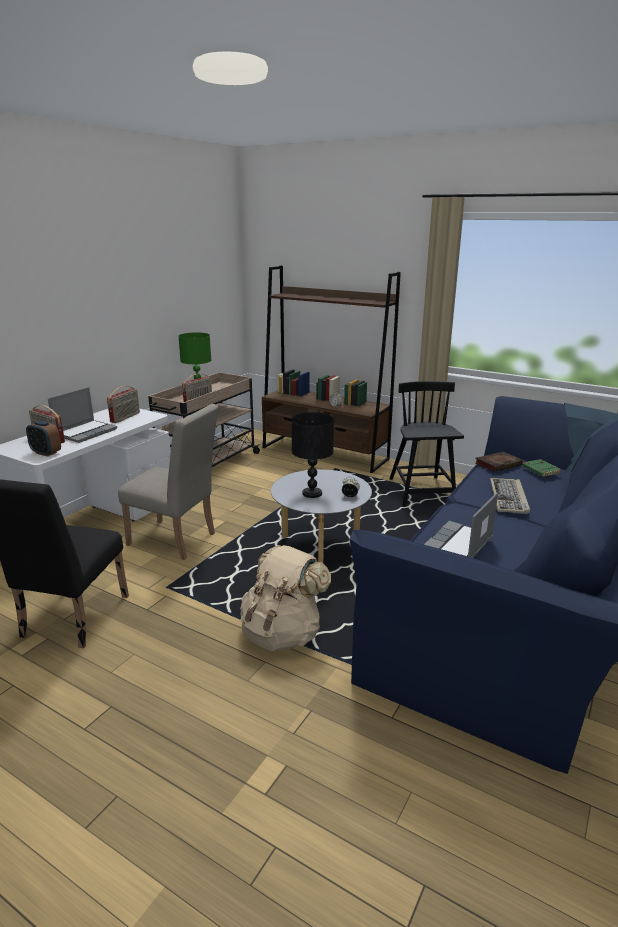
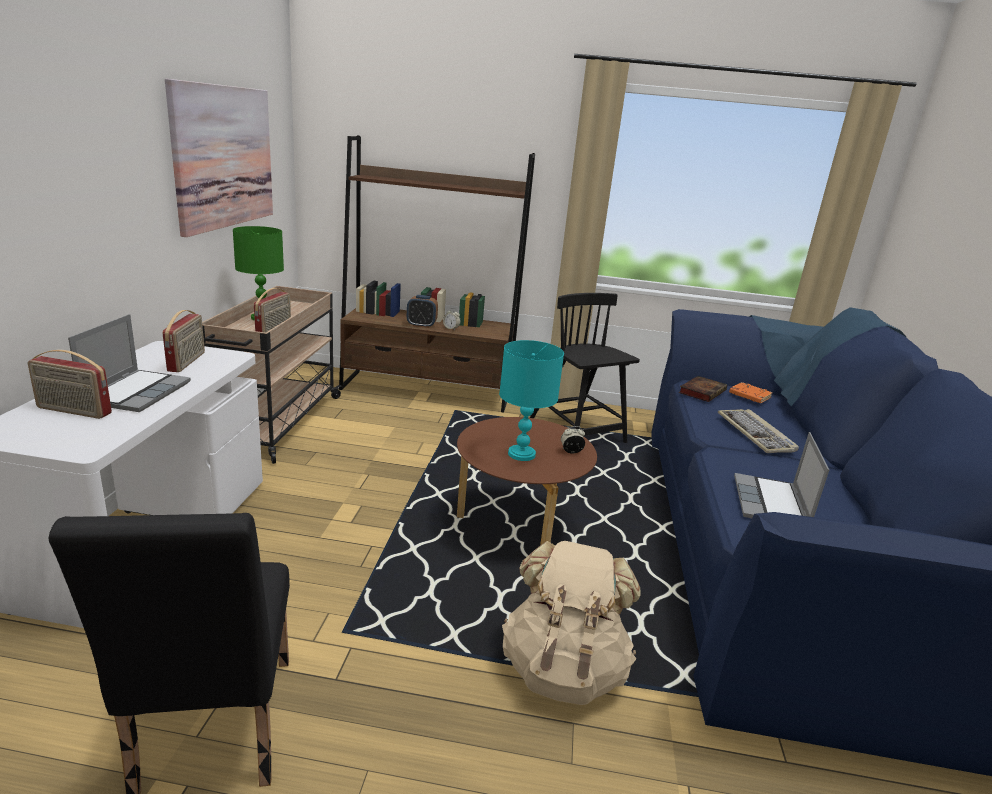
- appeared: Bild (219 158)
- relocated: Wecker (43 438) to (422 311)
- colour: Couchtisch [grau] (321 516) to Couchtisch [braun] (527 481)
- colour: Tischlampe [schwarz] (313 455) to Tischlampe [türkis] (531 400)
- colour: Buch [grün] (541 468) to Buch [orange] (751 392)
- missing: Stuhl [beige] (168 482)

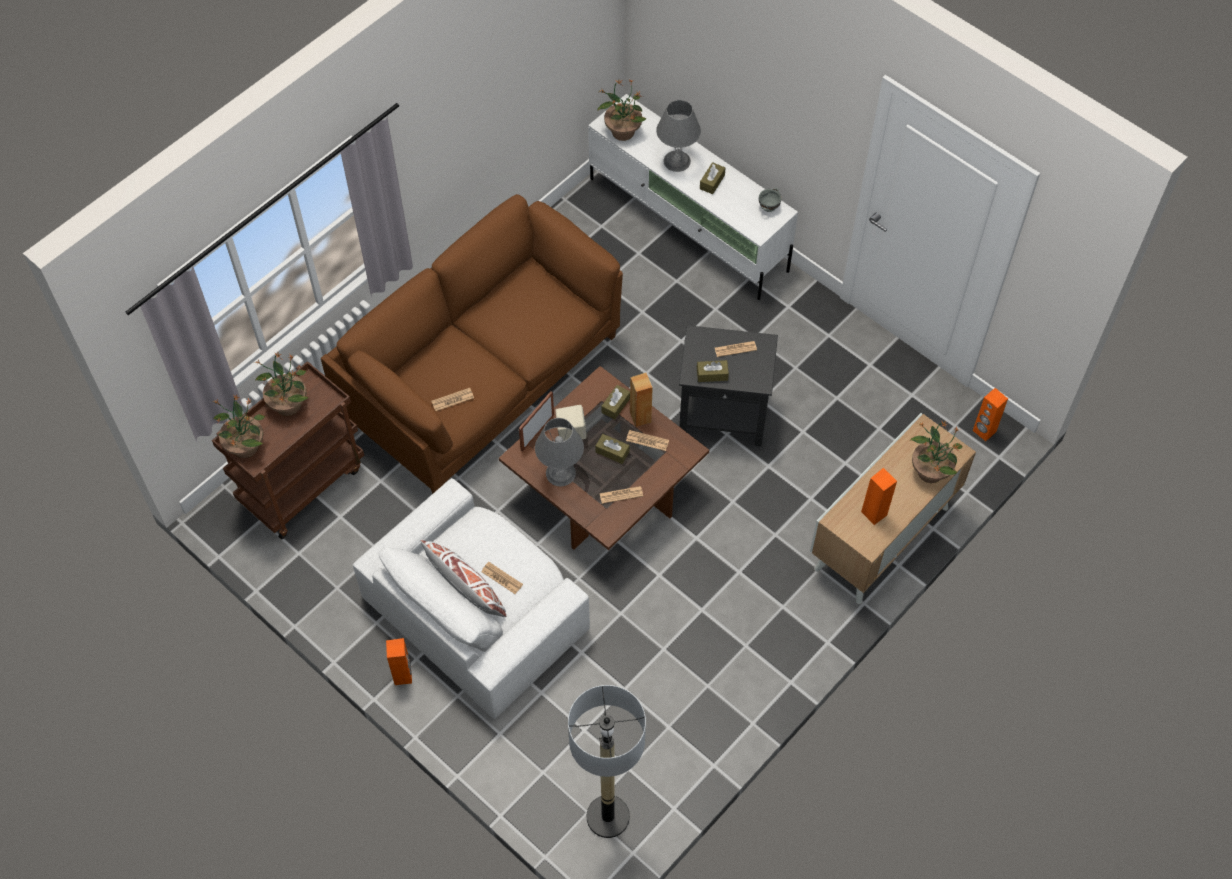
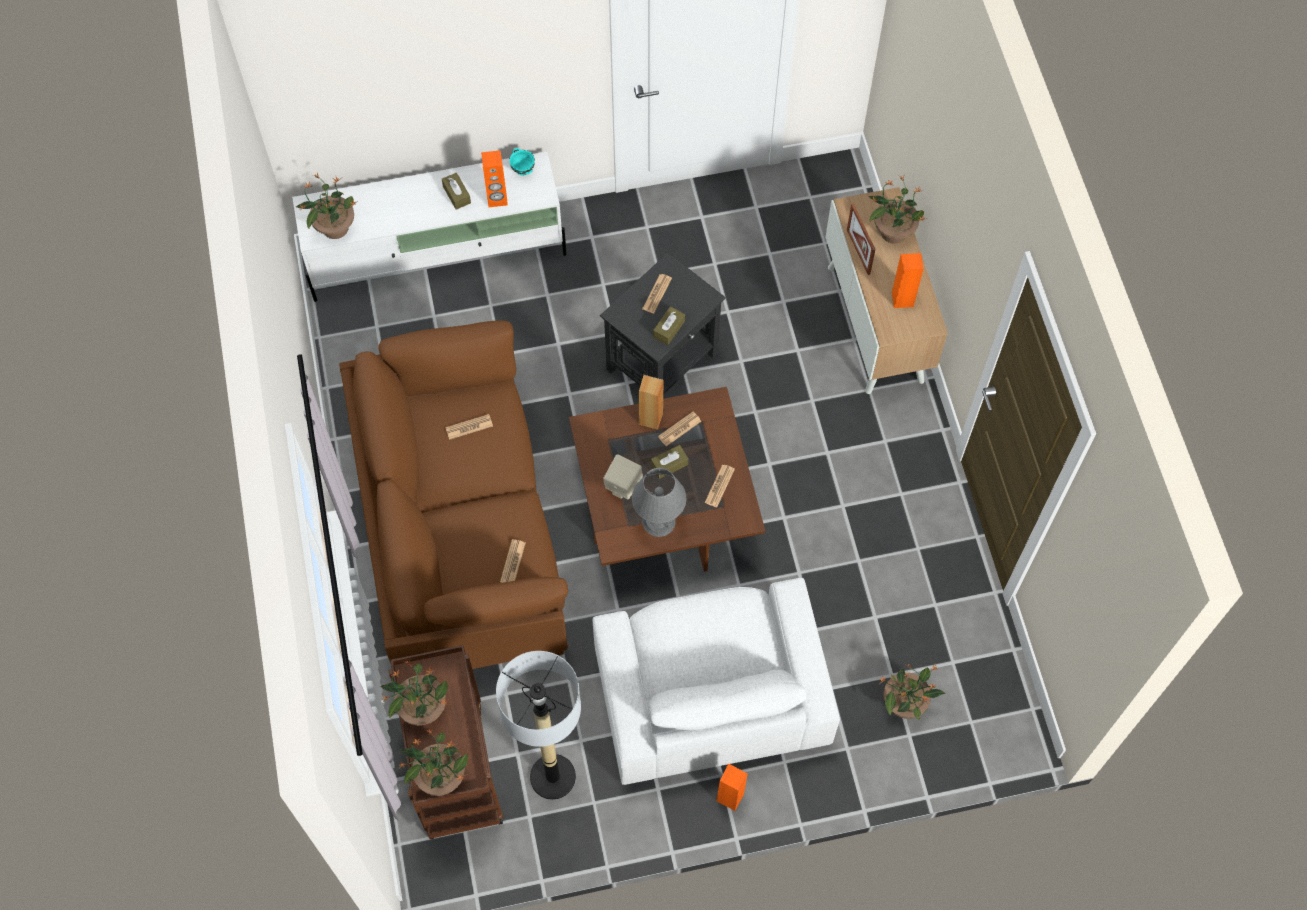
- relocated: Zeitung (502 578) to (469 427)
- relocated: Lautsprecher [orange] (990 414) to (494 178)
- relocated: Stehlampe (607 761) to (538 725)
- colour: Schüssel [grau] (770 200) to Schüssel [türkis] (522 161)
- relocated: Bilderrahmen (536 421) to (861 239)
- appeared: Topfpflanze (912 691)
- missing: Kissen [weiß] (463 578)
- missing: Taschentuchbox [braun] (615 402)
- missing: Tischlampe [grau] (678 136)

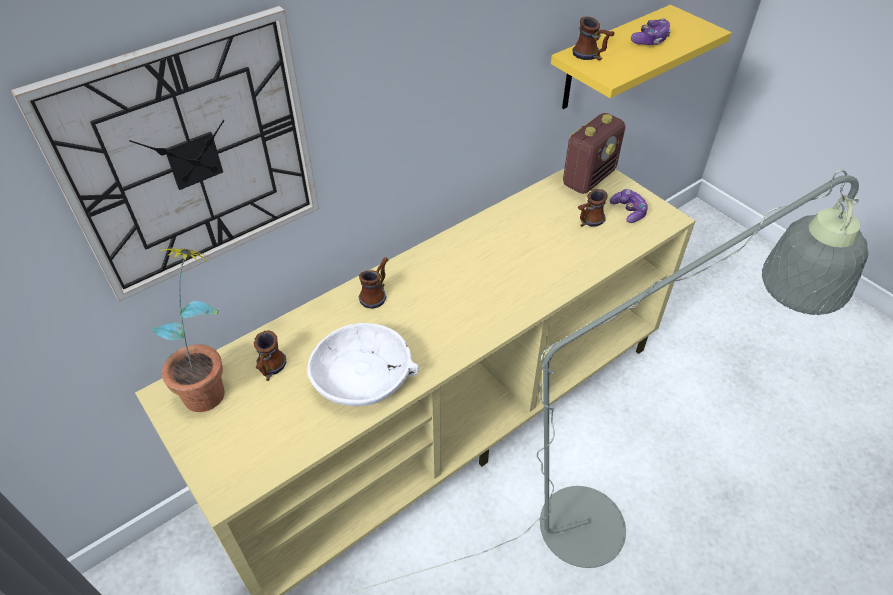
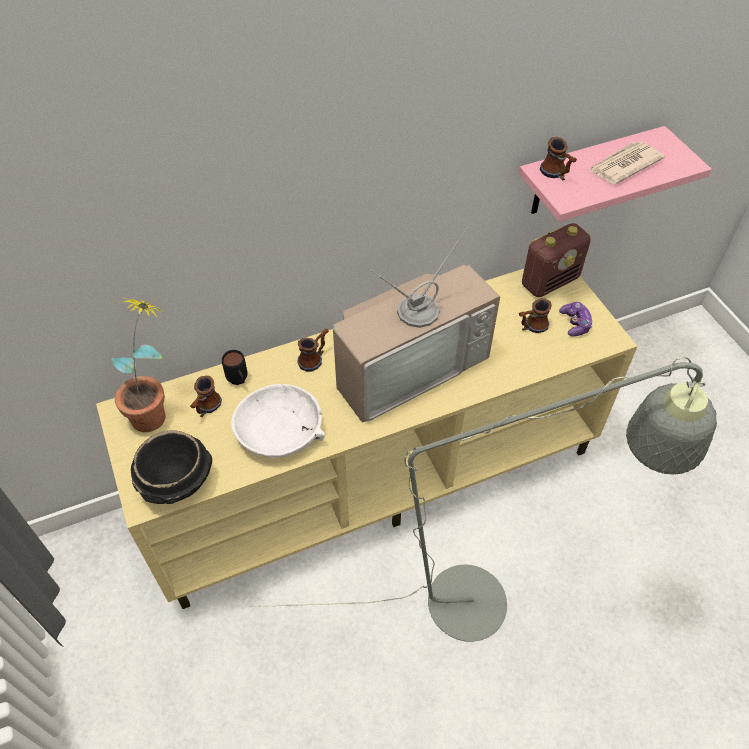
- appeared: Schüssel [schwarz] (171 467)
- appeared: Henkelbecher [schwarz] (235 367)
- appeared: Fernseher (416 325)
- colour: Wandregal [gelb] (641 57) to Wandregal [rosa] (615 174)
- exchanged: Gamepad (651 31) to Zeitung (627 162)
- missing: Wanduhr (165 154)

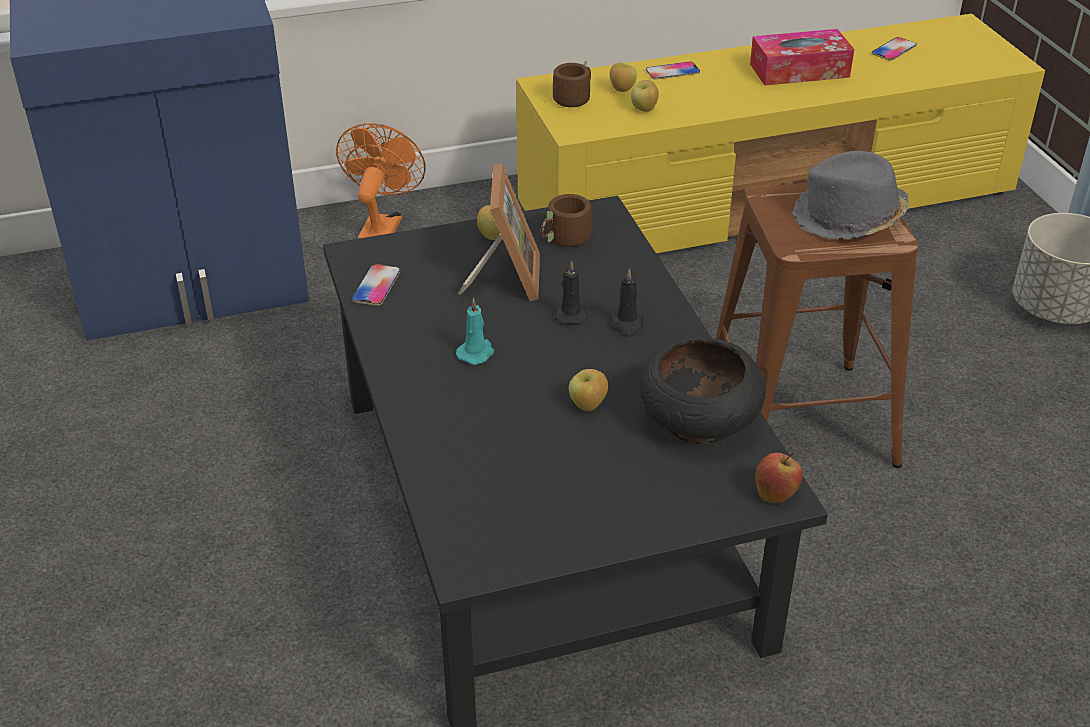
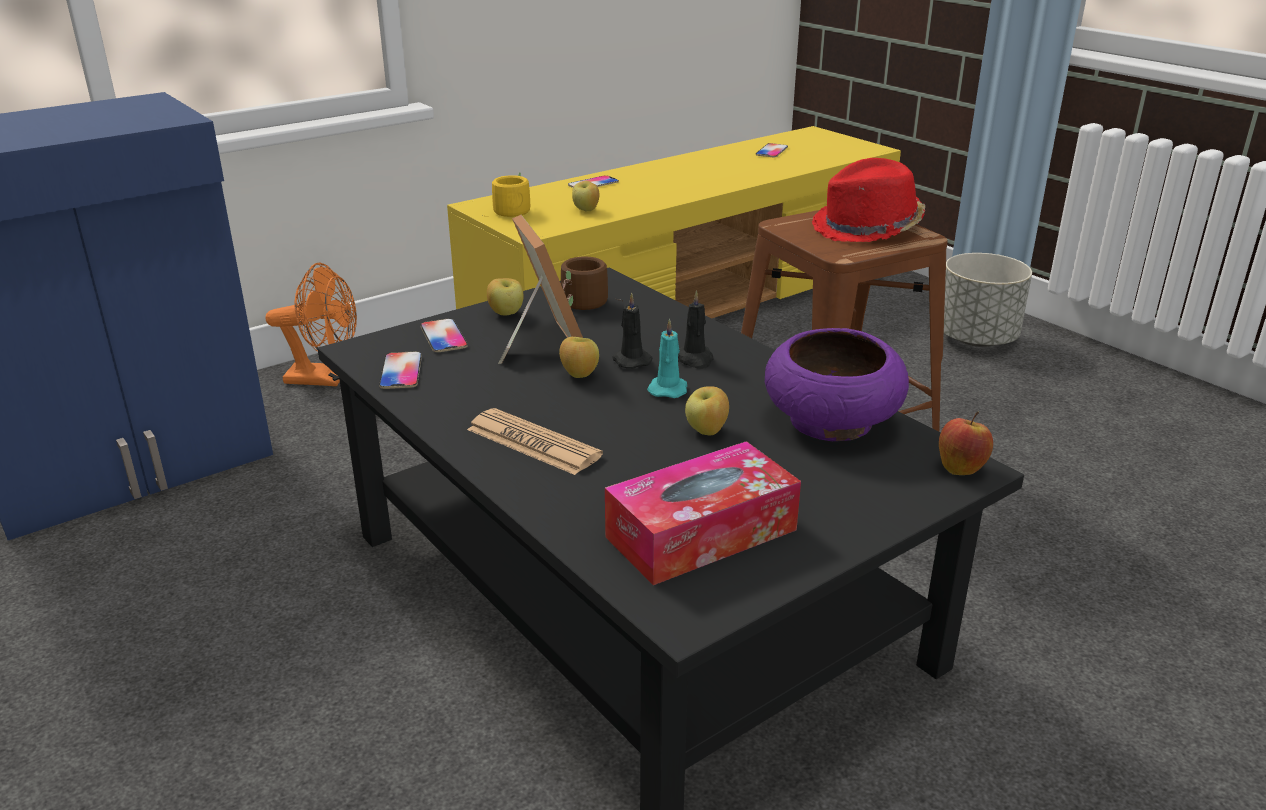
- spun: Ventilator [orange] (381 181) = (311 324) 105 degrees clockwise
- appeared: Handy (444 335)
- appeared: Zeitung (535 441)
- colour: Henkelbecher [braun] (566 83) to Henkelbecher [gelb] (511 194)
- relocated: Apfel (623 77) to (579 357)
- relocated: Taschentuchbox (802 57) to (703 513)
- relocated: Kerze [türkis] (475 331) to (667 358)
- colour: Schüssel [schwarz] (703 390) to Schüssel [lila] (837 384)
- colour: Hut [grau] (850 195) to Hut [rot] (868 200)

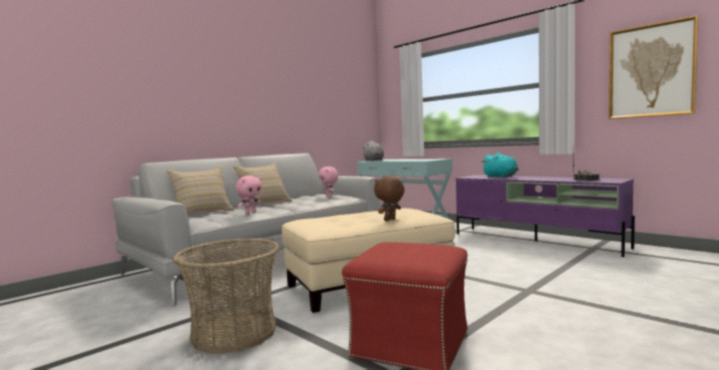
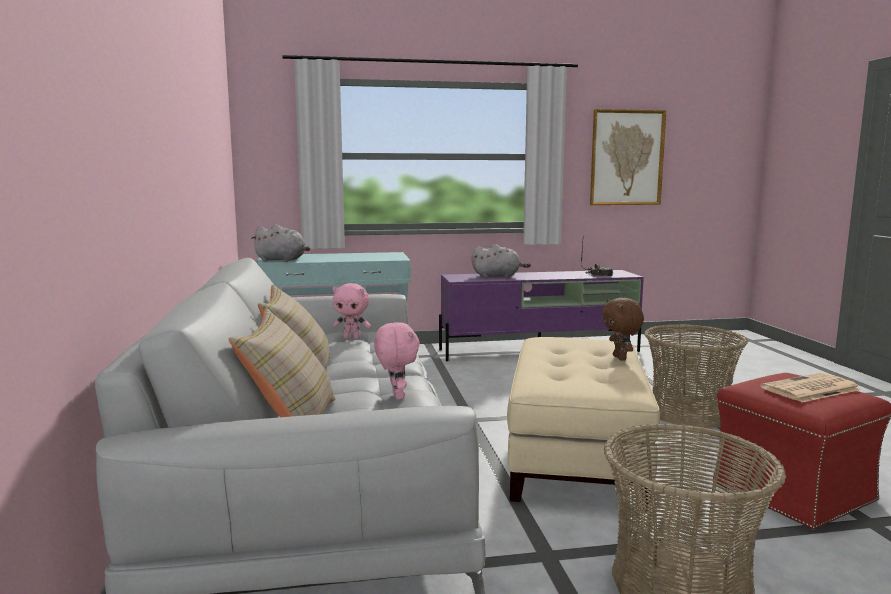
- colour: Plüschtier [türkis] (500 165) to Plüschtier [grau] (501 261)
- appeared: Korb (696 376)
- appeared: Zeitung (810 387)

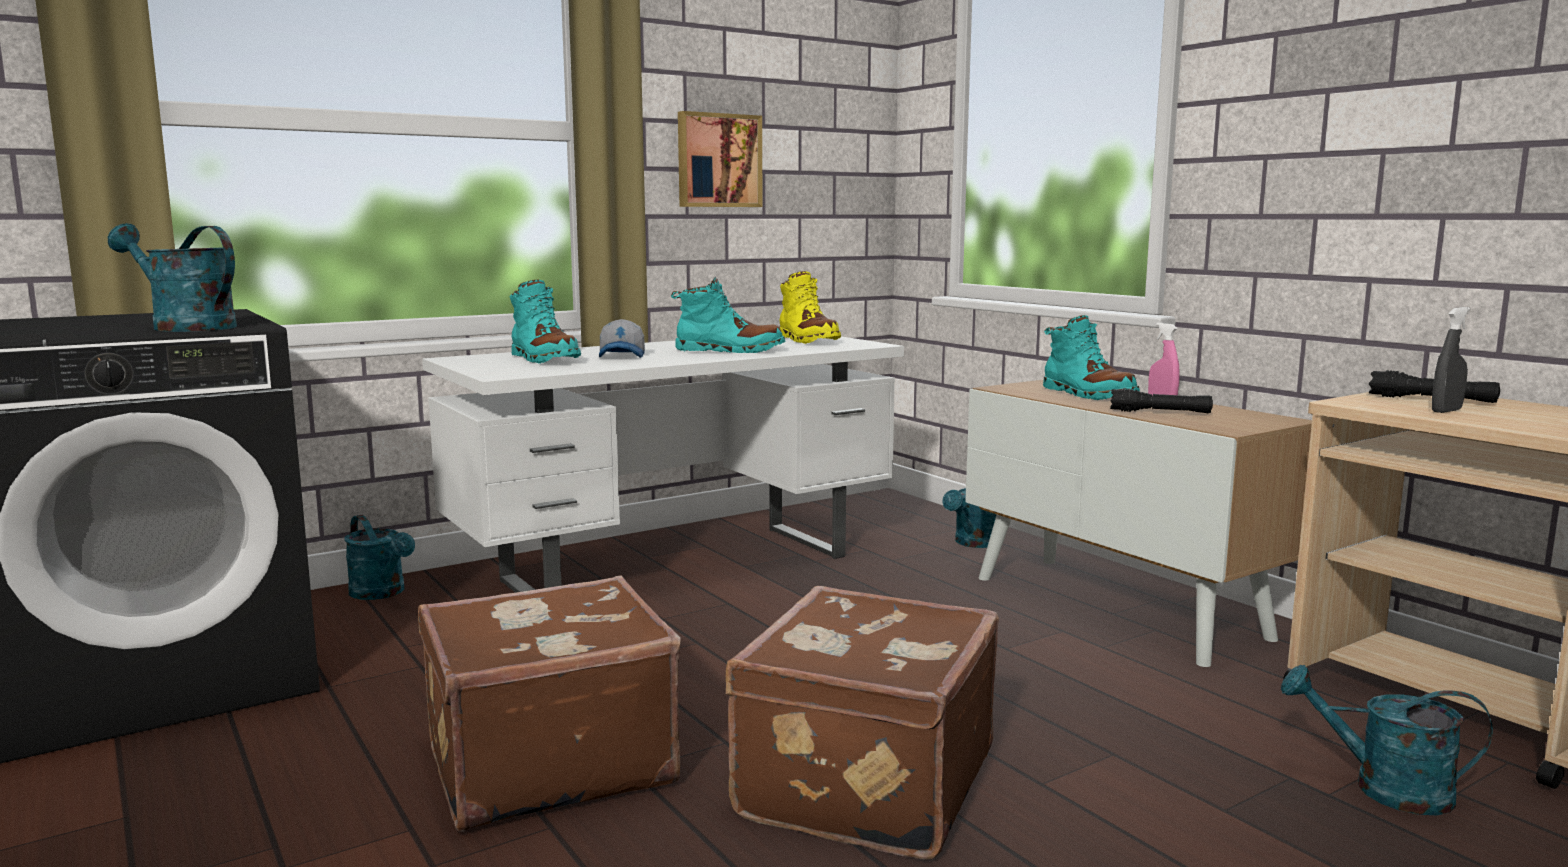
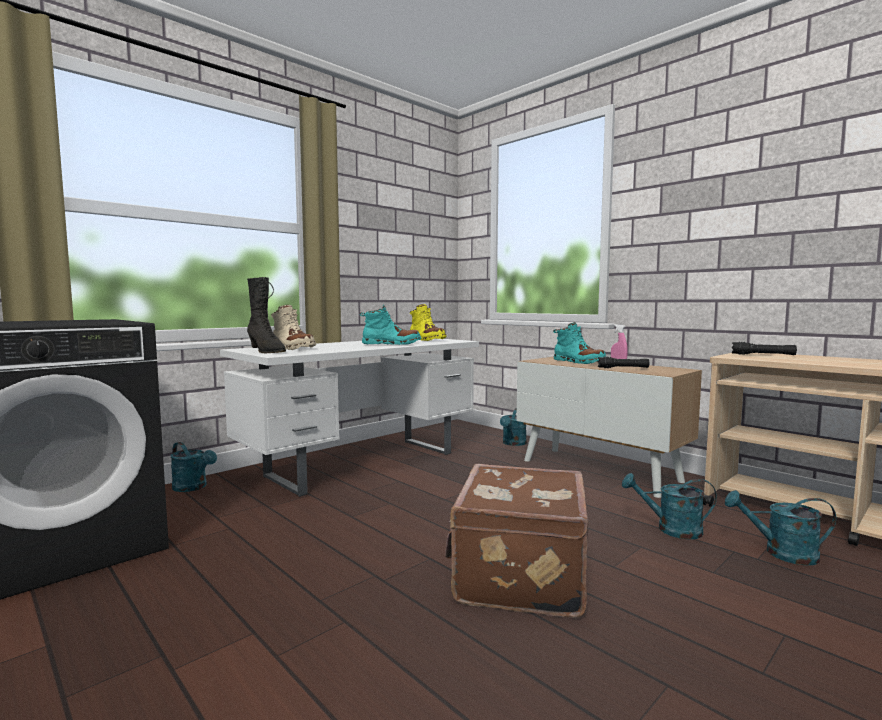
- appeared: Stiefel [schwarz] (266 315)
- colour: Stiefel [türkis] (545 321) to Stiefel [beige] (293 327)
- relocated: Gießkanne [türkis] (172 277) to (669 506)
- missing: Koffer [braun] (549 703)
- missing: Kappe (622 338)
- missing: Bild (720 159)
- missing: Sprühflasche [grau] (1451 360)

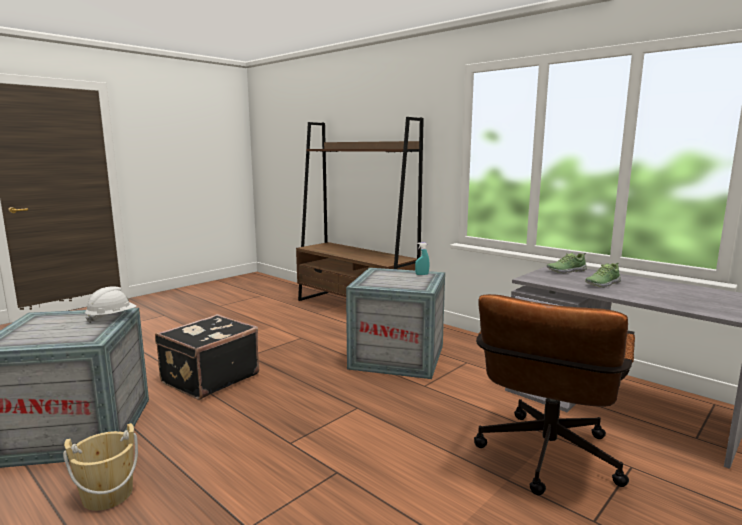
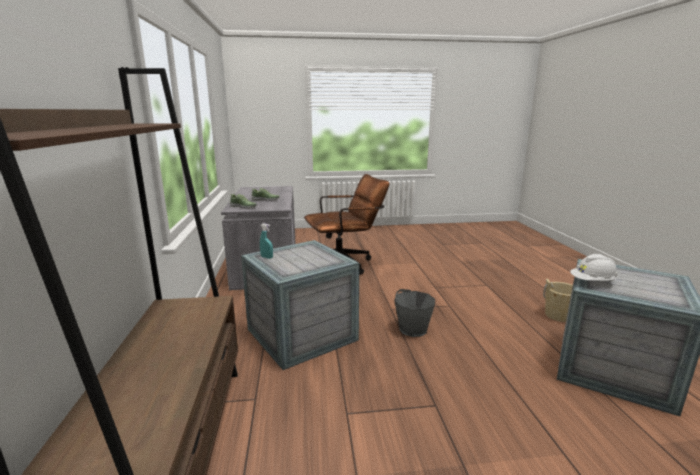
- appeared: Eimer [grau] (414 313)
- missing: Koffer [schwarz] (207 357)

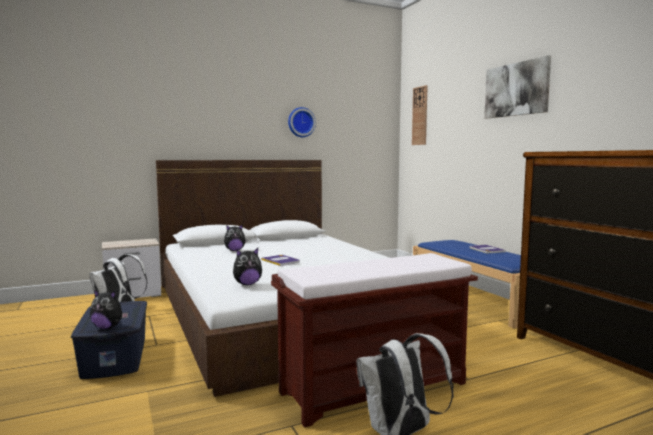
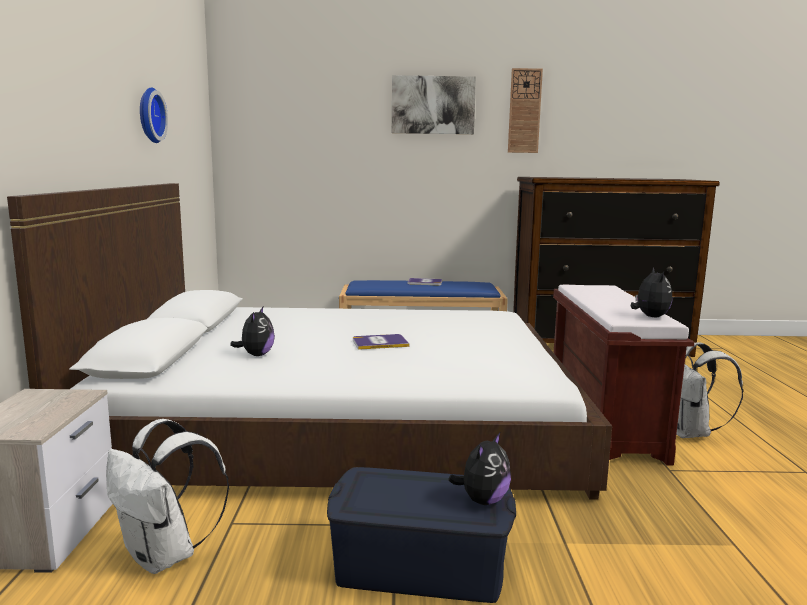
- relocated: Wanduhr (420 115) to (525 110)
- relocated: Plüschtier (247 266) to (651 292)

